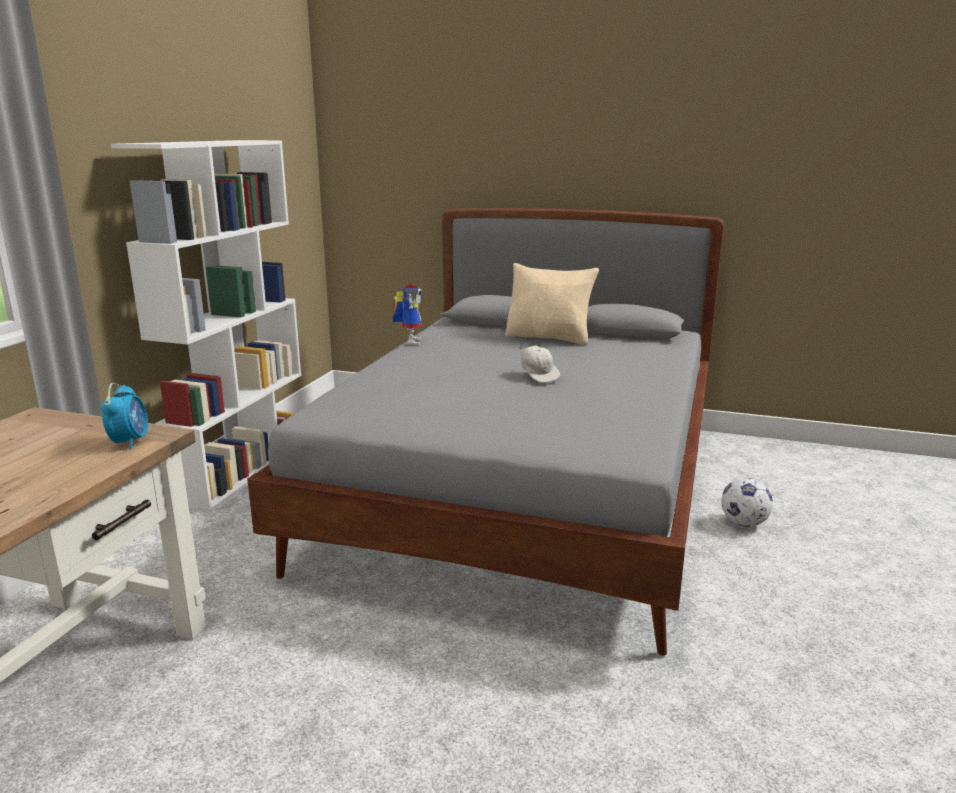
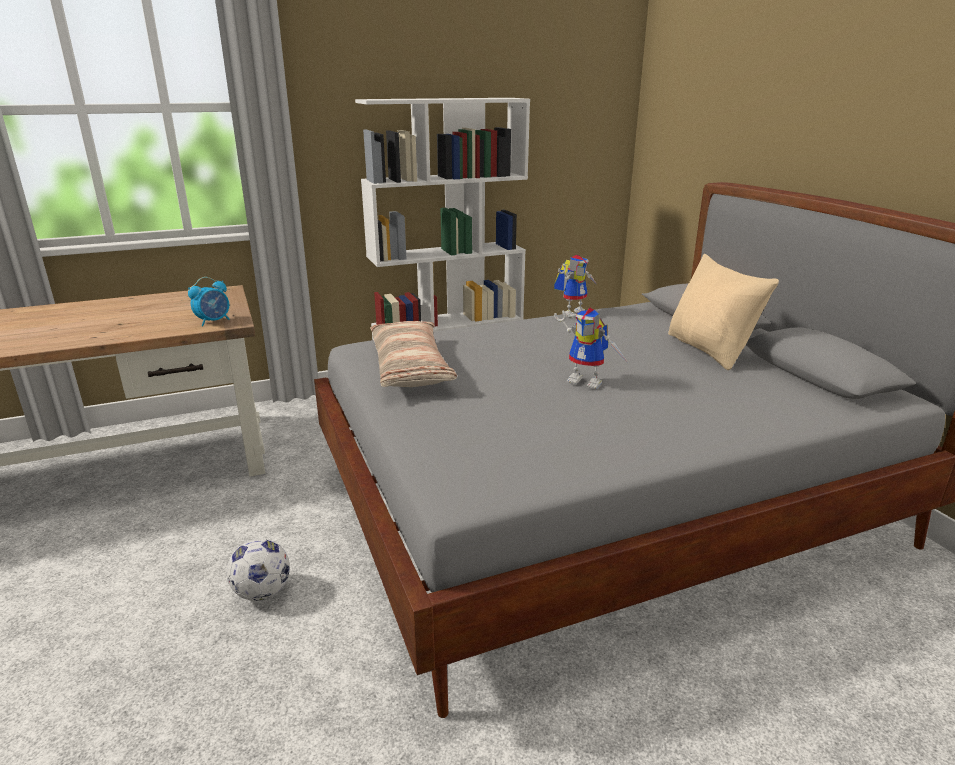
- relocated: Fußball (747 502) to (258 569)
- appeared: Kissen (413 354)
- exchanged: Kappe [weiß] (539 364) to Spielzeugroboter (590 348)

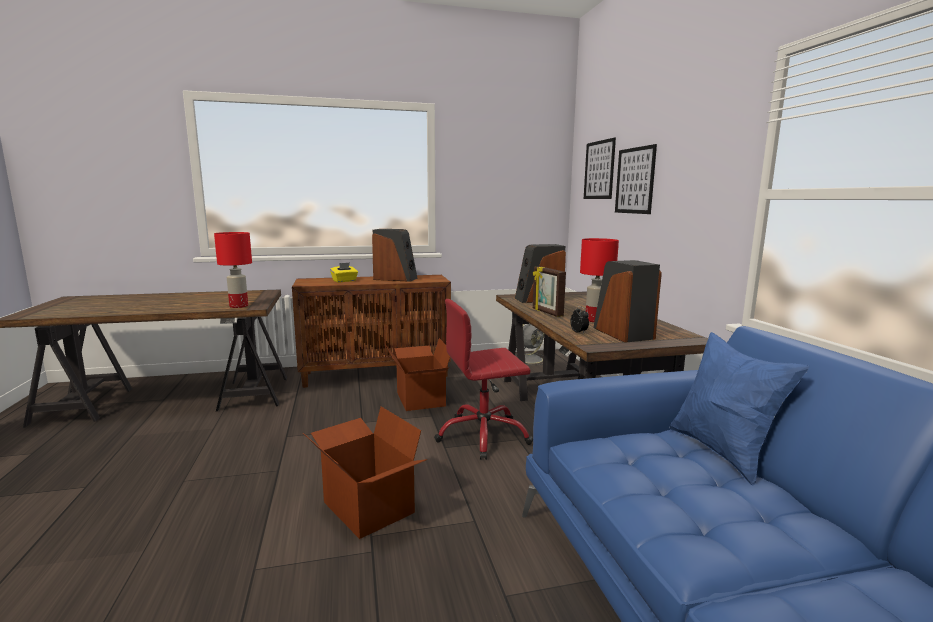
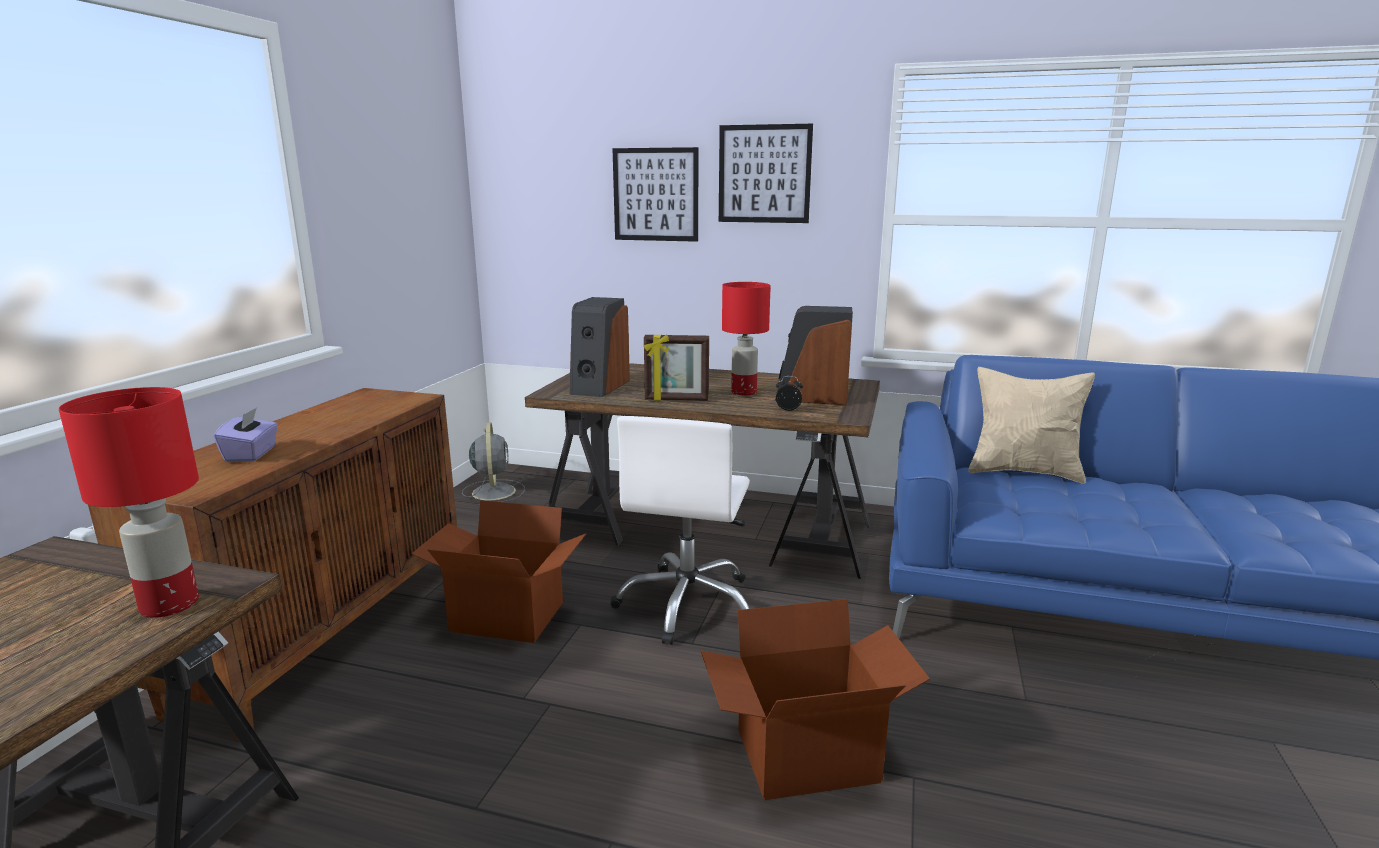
- colour: Taschentuchbox [gelb] (344 272) to Taschentuchbox [lila] (246 434)
- colour: Bürostuhl [rot] (483 379) to Bürostuhl [weiß] (680 530)
- relocated: Bild (600 168) to (766 173)
- colour: Kissen [blau] (739 408) to Kissen [beige] (1031 425)
- missing: Lautsprecher (395 255)

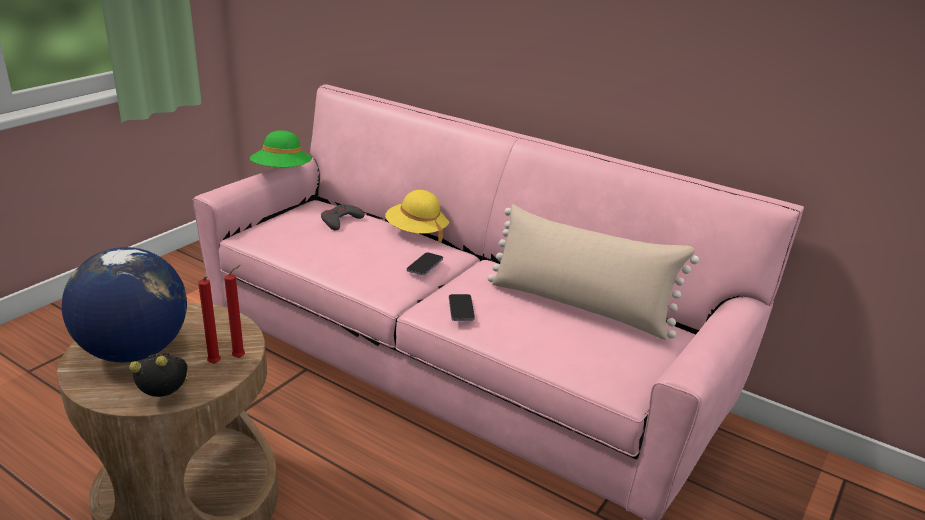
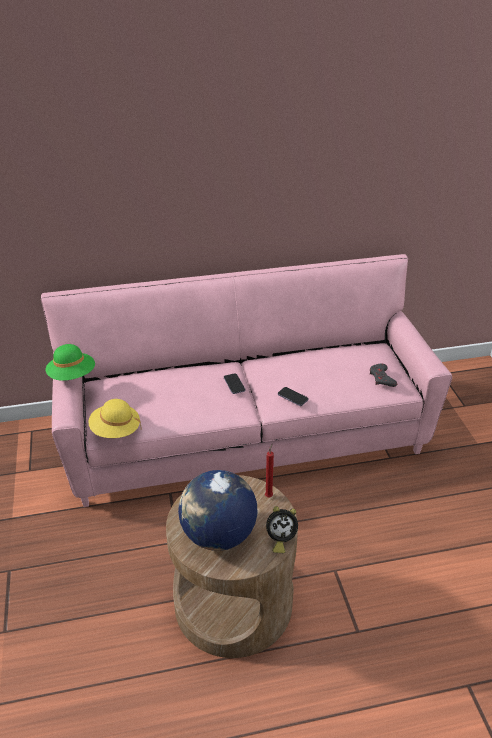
- relocated: Hut [gelb] (417 216) to (115 418)
- spun: Wecker (158 375) = (282 529) 135 degrees counterclockwise
- relocated: Gamepad [grau] (343 217) to (383 375)
- missing: Kerze [rot] (209 320)
- missing: Kissen [beige] (593 272)

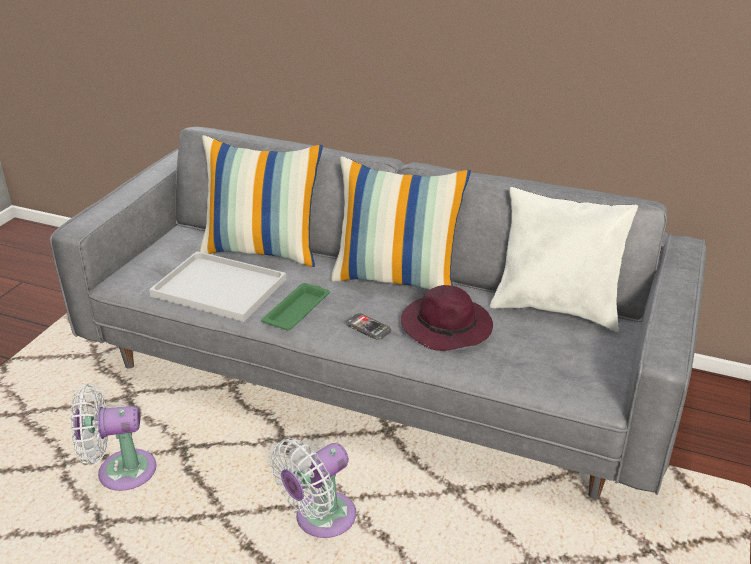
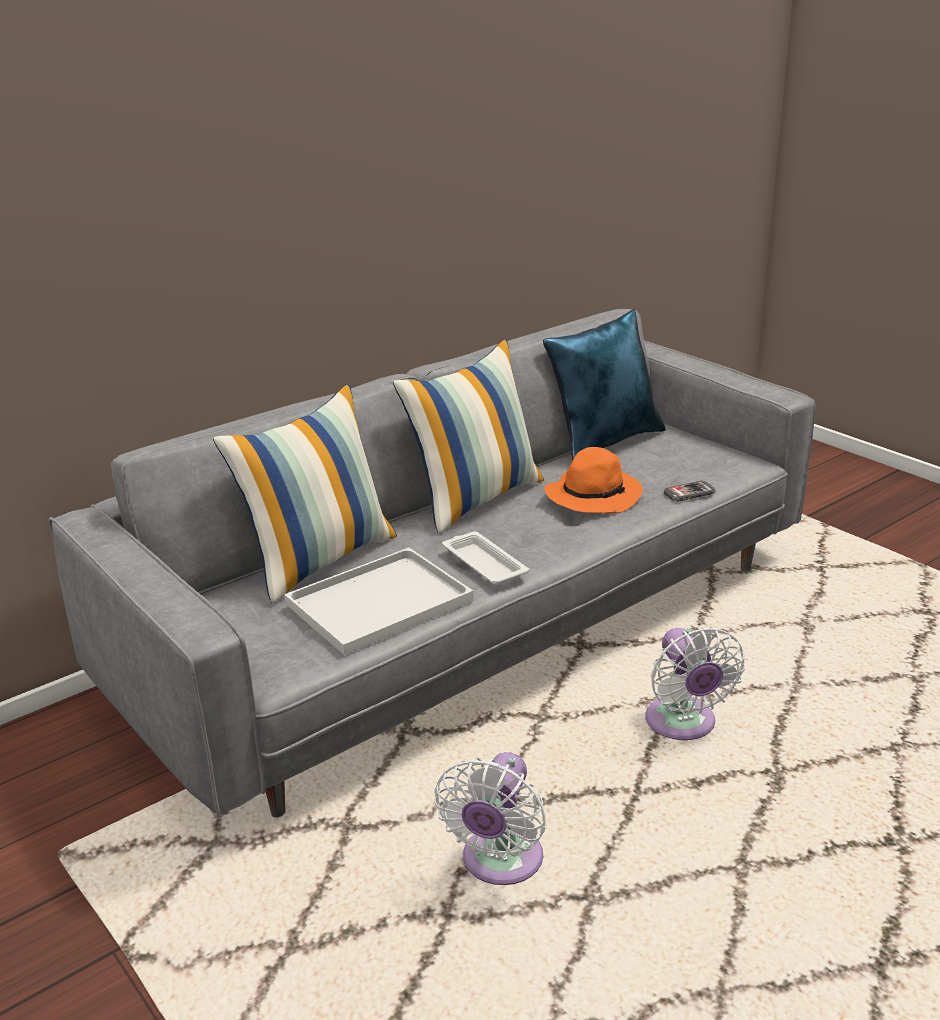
- colour: Tablett [grün] (295 306) to Tablett [weiß] (485 558)
- colour: Kissen [weiß] (564 259) to Kissen [blau] (604 385)
- colour: Hut [lila] (447 318) to Hut [orange] (593 480)
- relocated: Handy (368 326) to (690 491)

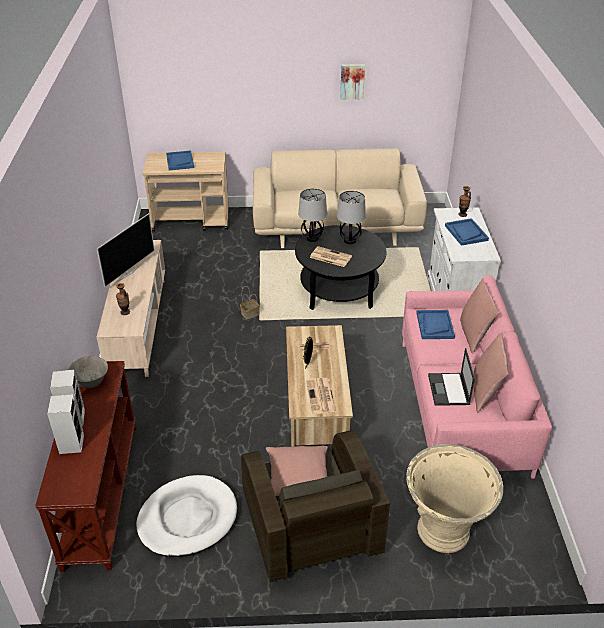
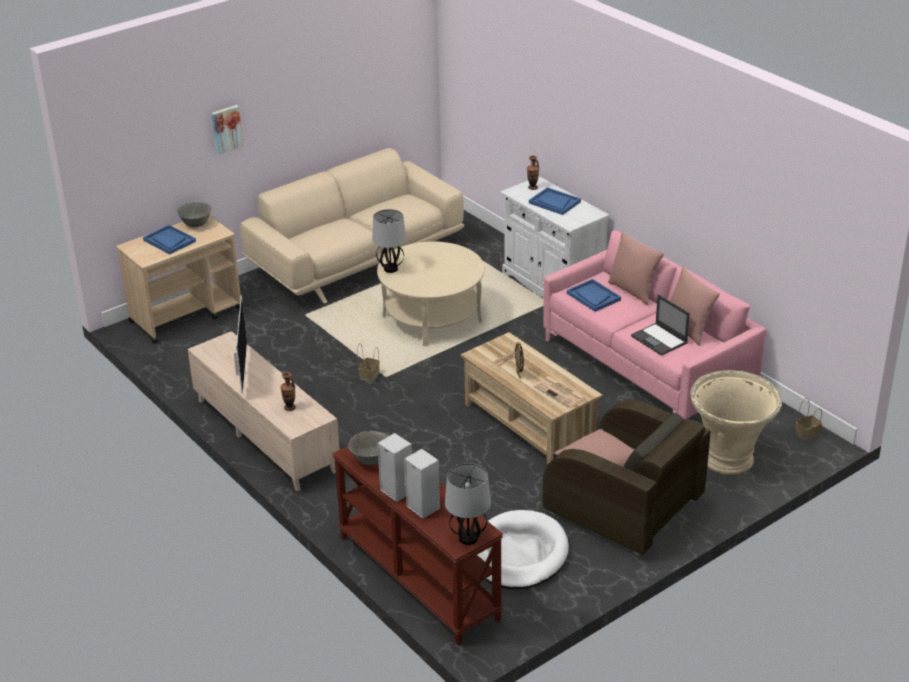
- appeared: Schüssel [grau] (194 214)
- relocated: Bild (352 82) to (227 130)
- colour: Couchtisch [schwarz] (340 267) to Couchtisch [beige] (430 293)
- relocated: Tischlampe (351 217) to (468 504)
- appeared: Korb (808 419)
- missing: Zeitung (331 256)

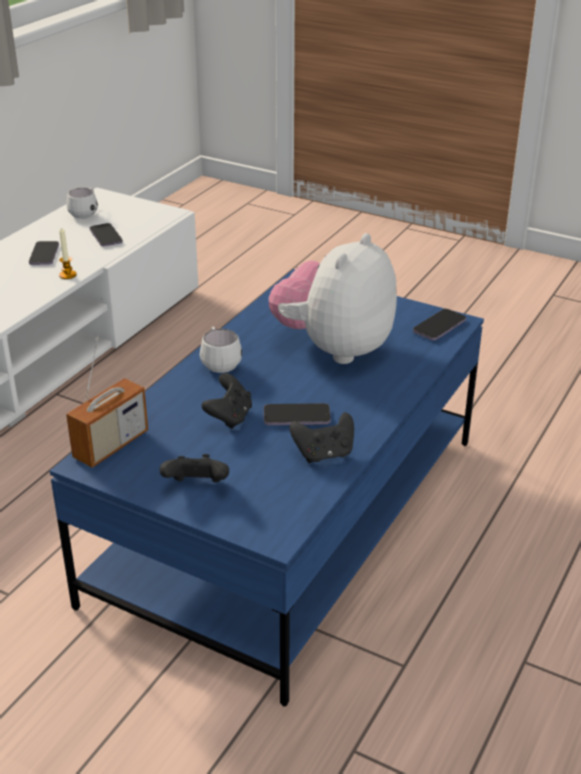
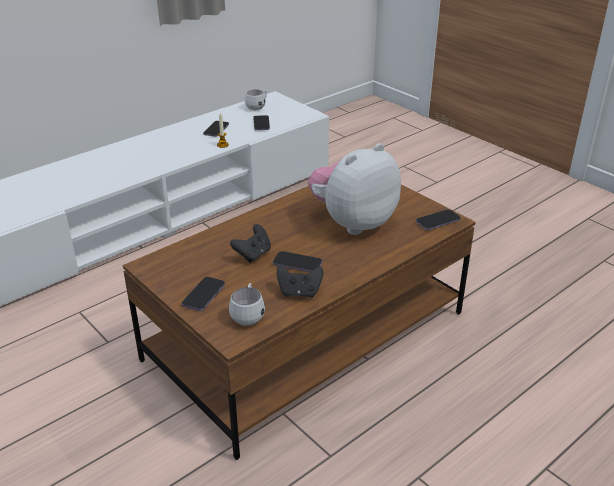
- colour: Couchtisch [blau] (267 487) to Couchtisch [braun] (299 322)
- exchanged: Gamepad [schwarz] (194 468) to Handy (203 294)
- relocated: Henkelbecher [weiß] (221 350) to (247 304)
- missing: Radio (107 402)

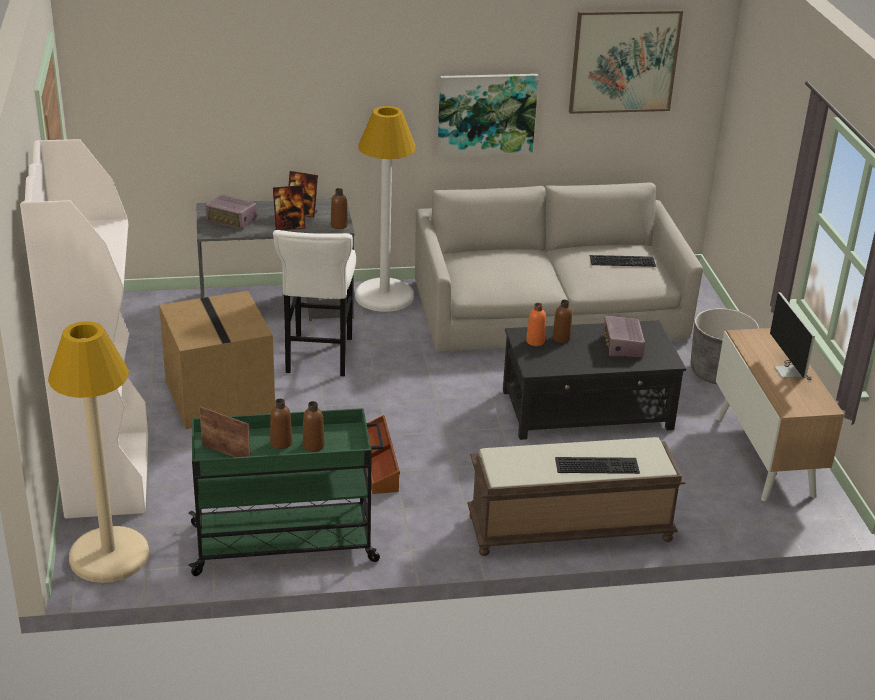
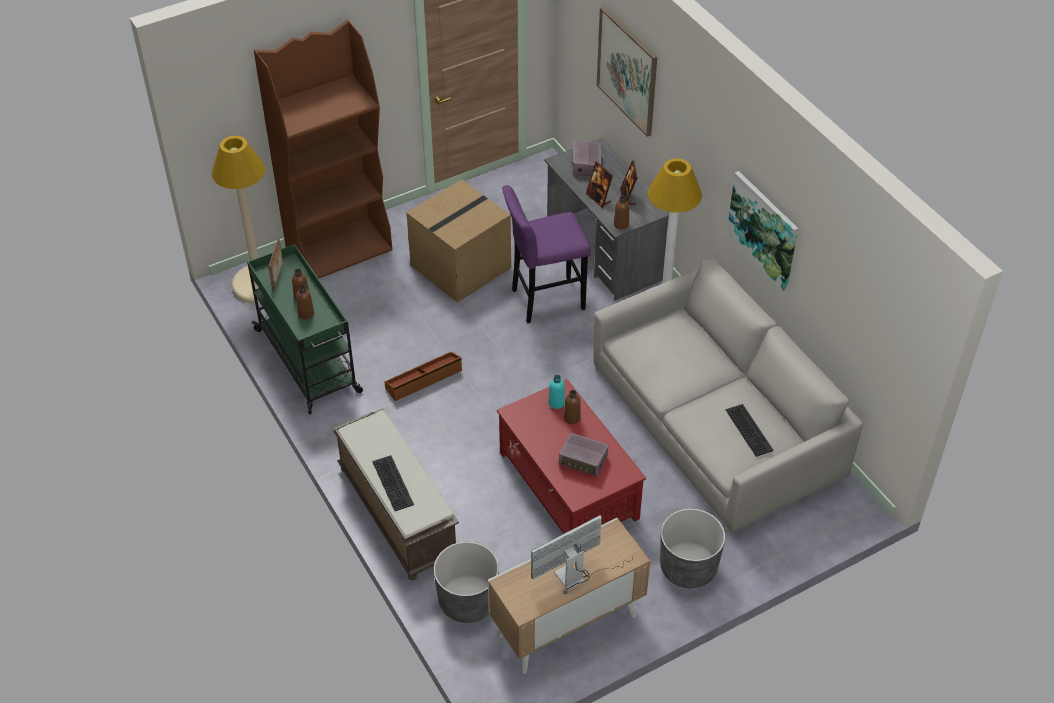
- colour: Bücherregal [weiß] (84 328) to Bücherregal [braun] (323 149)
- appeared: Pflanzkübel [grau] (466 582)
- colour: Couchtisch [schwarz] (594 380) to Couchtisch [rot] (571 456)
- colour: Hocker [weiß] (314 303) to Hocker [lila] (546 254)
- colour: Flasche [orange] (536 324) to Flasche [türkis] (556 392)
- spun: Radio (624 336) = (583 455) 135 degrees counterclockwise
- relocated: Bild (626 61) to (627 72)

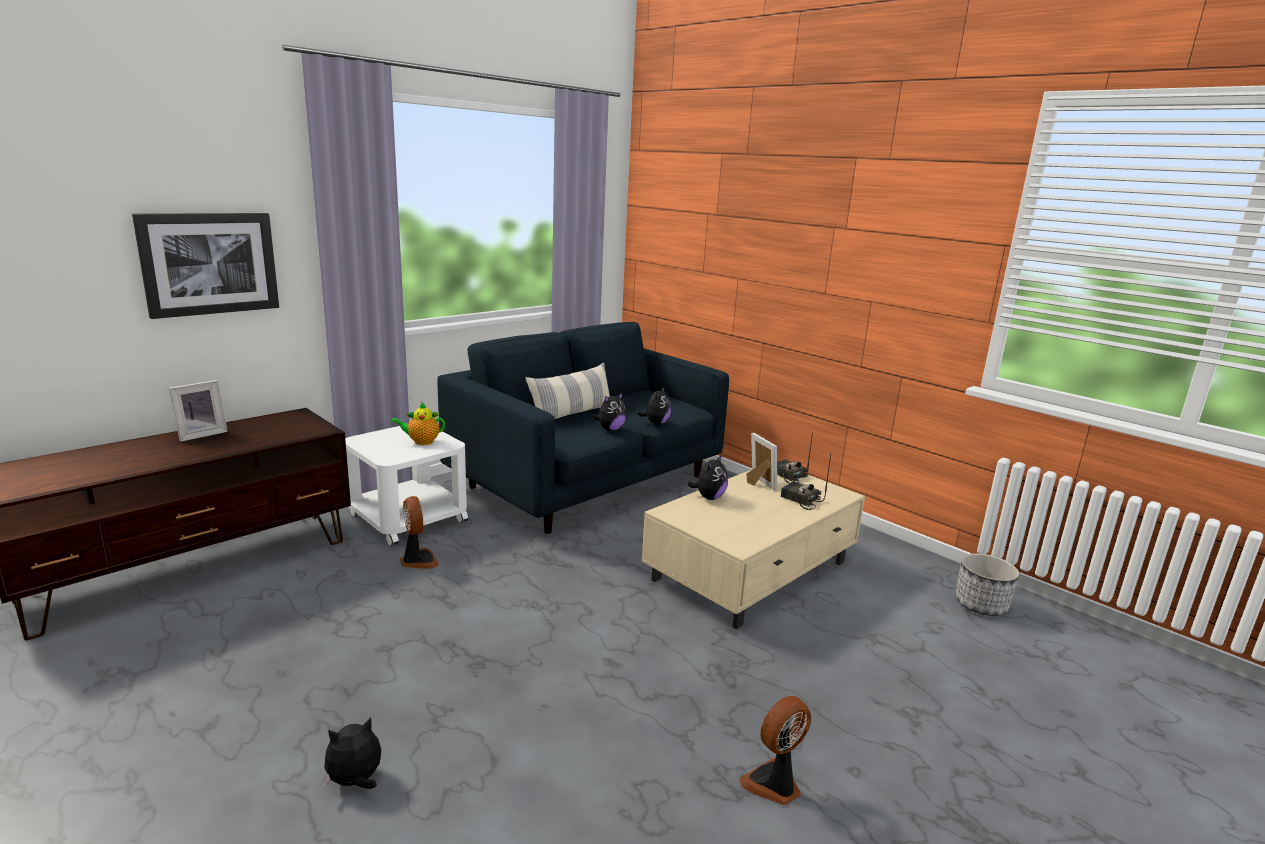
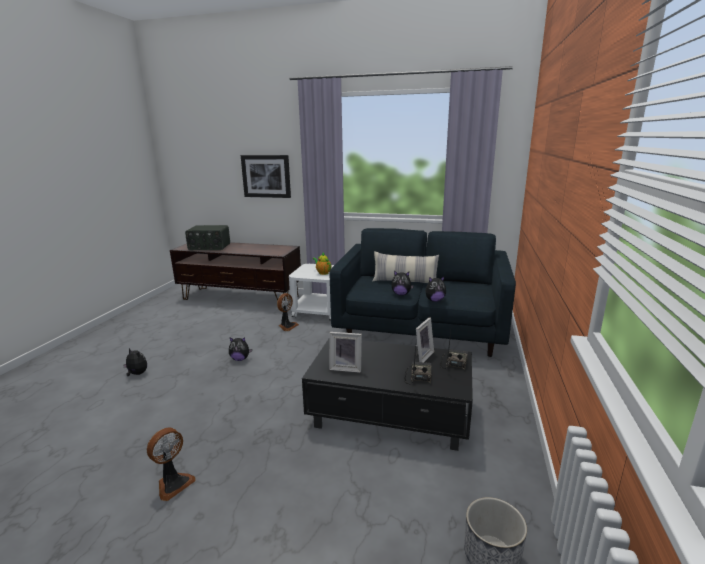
- spun: Ventilator (775 750) = (171 464) 105 degrees clockwise
- appeared: Radio (207 237)
- relocated: Plüschtier (707 477) to (240 349)
- colour: Couchtisch [beige] (753 549) to Couchtisch [schwarz] (387 395)
- relocated: Bilderrahmen (198 411) to (345 352)

